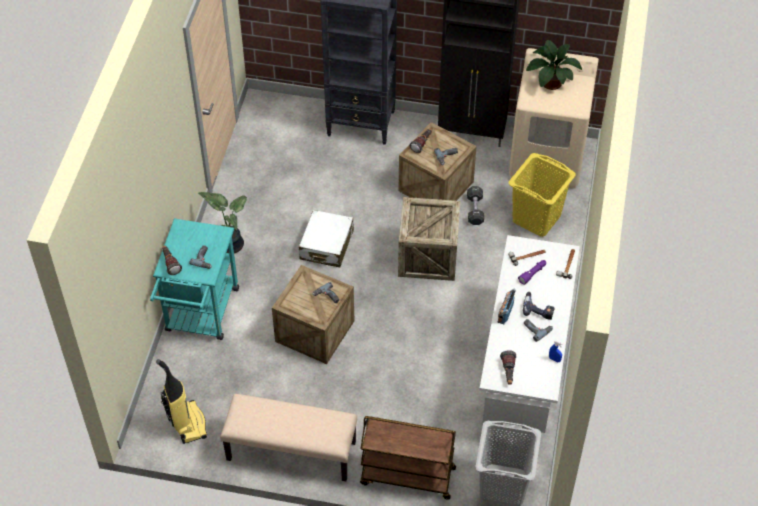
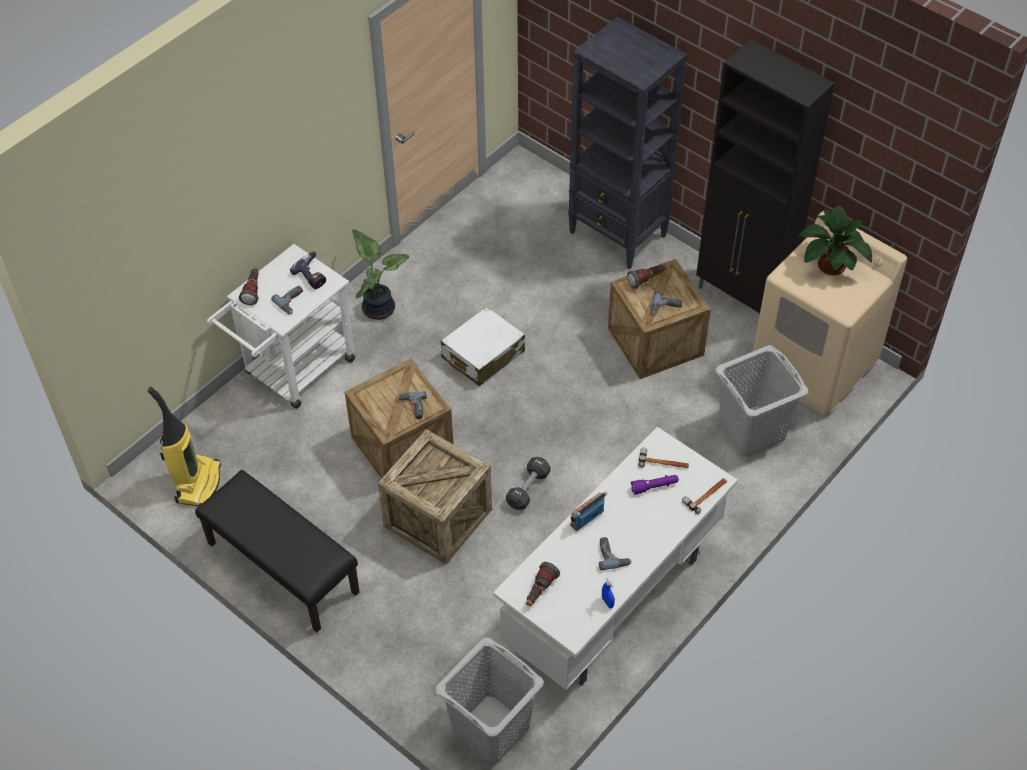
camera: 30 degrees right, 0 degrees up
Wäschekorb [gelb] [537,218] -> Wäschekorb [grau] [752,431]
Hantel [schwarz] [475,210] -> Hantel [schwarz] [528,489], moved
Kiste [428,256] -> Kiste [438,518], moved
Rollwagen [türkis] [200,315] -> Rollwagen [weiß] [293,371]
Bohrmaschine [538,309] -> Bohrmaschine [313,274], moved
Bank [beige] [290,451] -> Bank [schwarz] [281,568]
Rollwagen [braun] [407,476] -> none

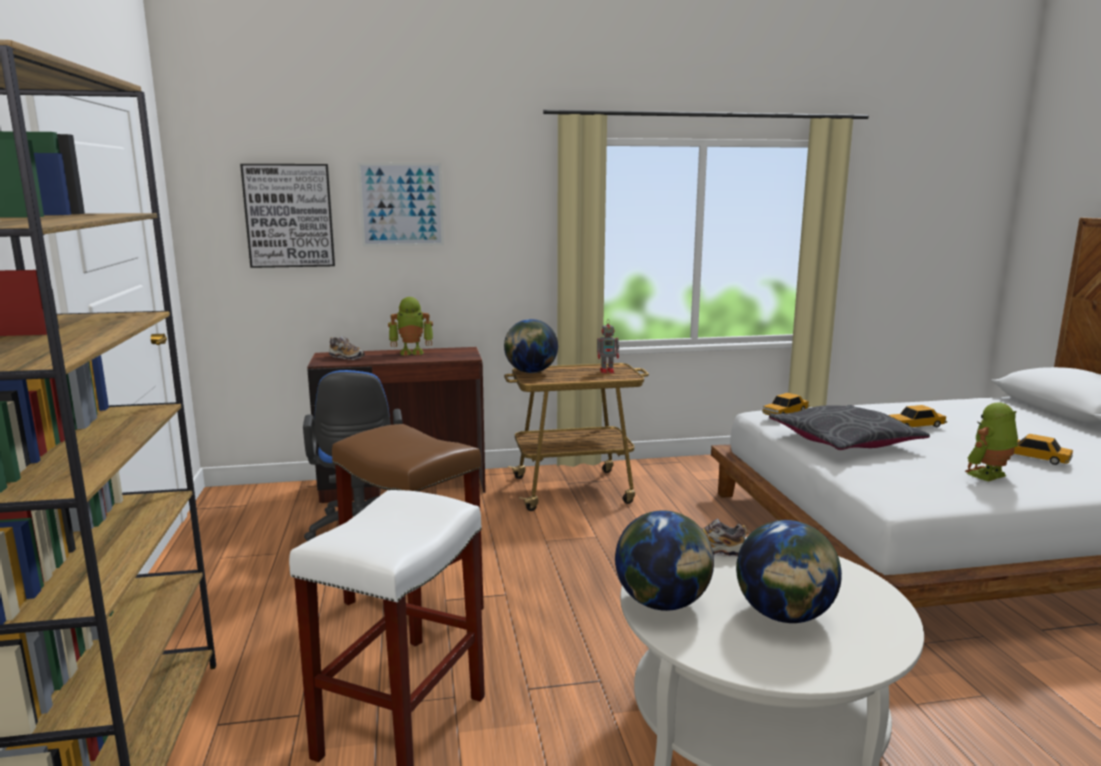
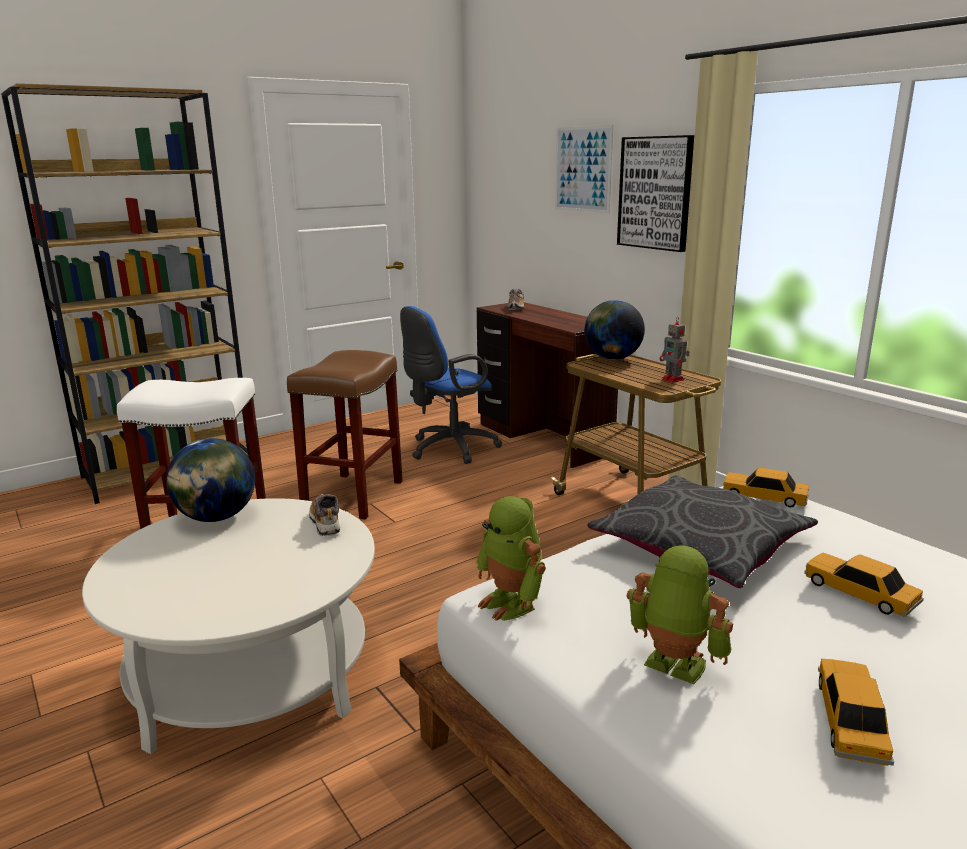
camera: 65 degrees right, 5 degrees up
Bild [289,216] -> Bild [655,193], moved
Spielzeugroboter [412,352] -> Spielzeugroboter [511,603], moved
Globus [784,615] -> none

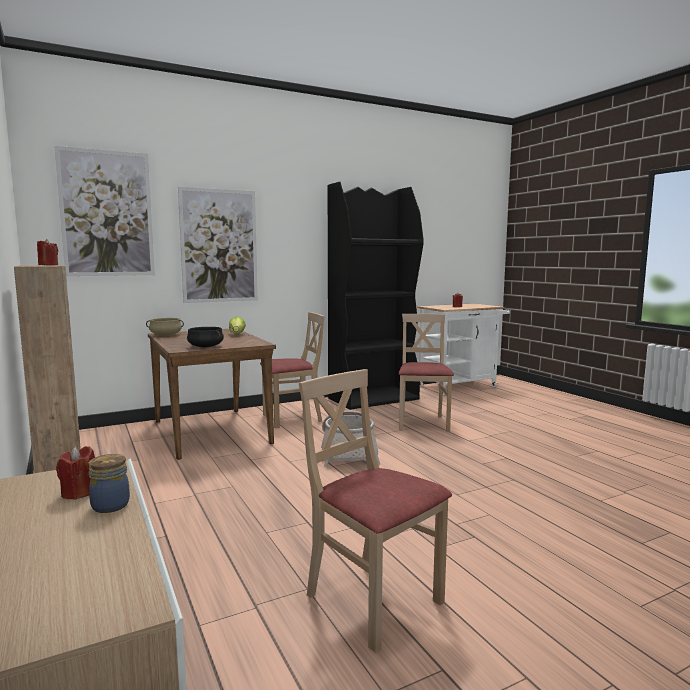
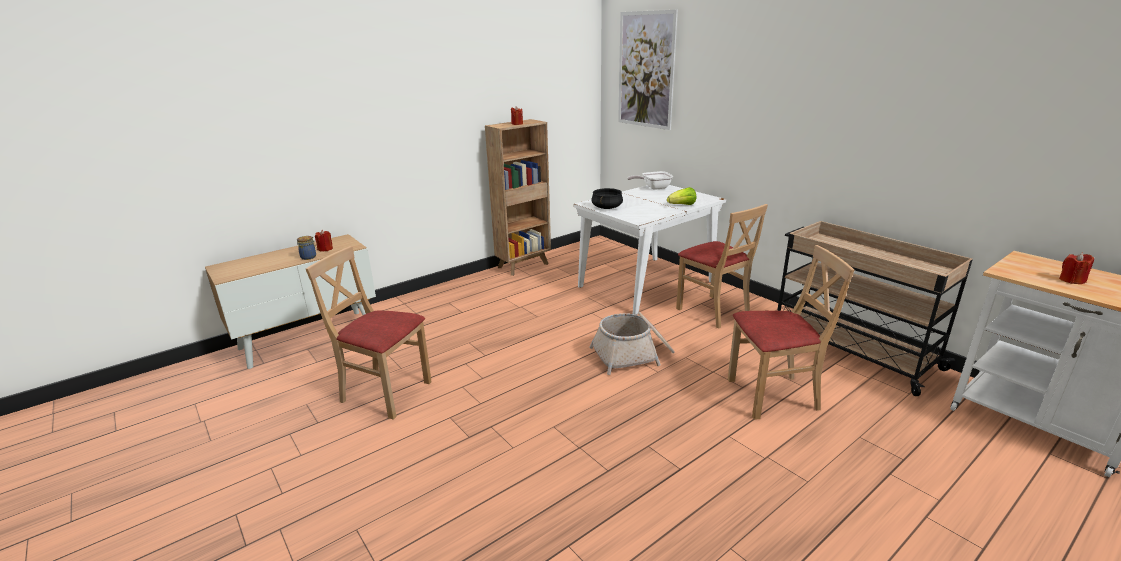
camera: 80 degrees right, 15 degrees up
Bücherregal [schwarz] [374,398] -> Rollwagen [beige] [849,349]
Bild [219,246] -> none
Kochtopf [beige] [165,335] -> Pfanne [653,188]
Esstisch [braun] [210,431] -> Esstisch [weiß] [646,283]
Stuhl [beige] [373,600] -> Stuhl [beige] [385,393], 105 degrees counterclockwise

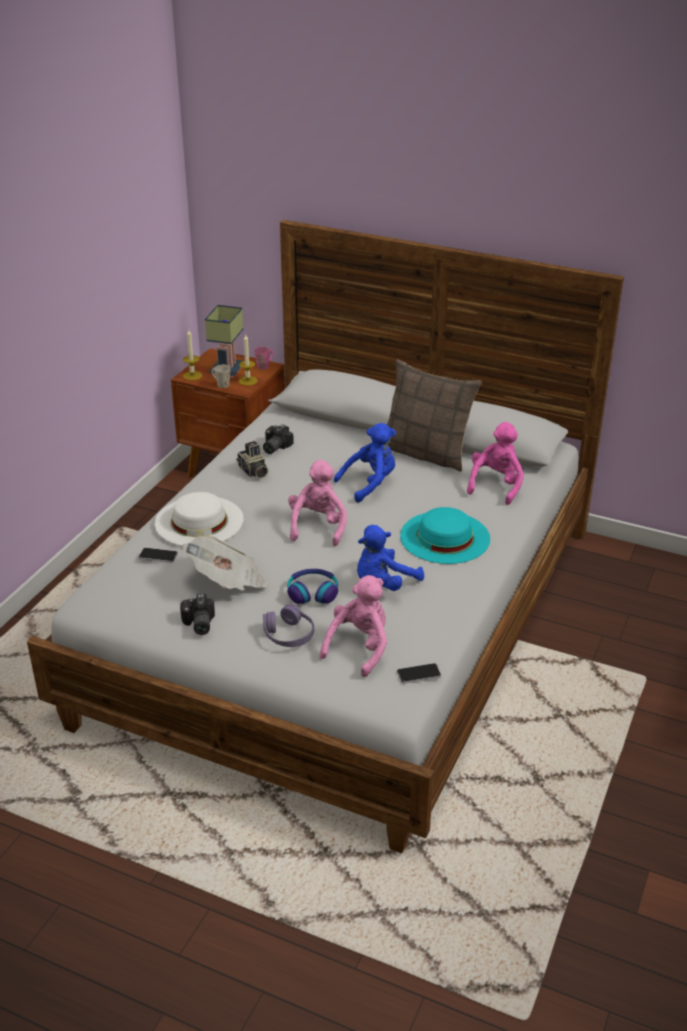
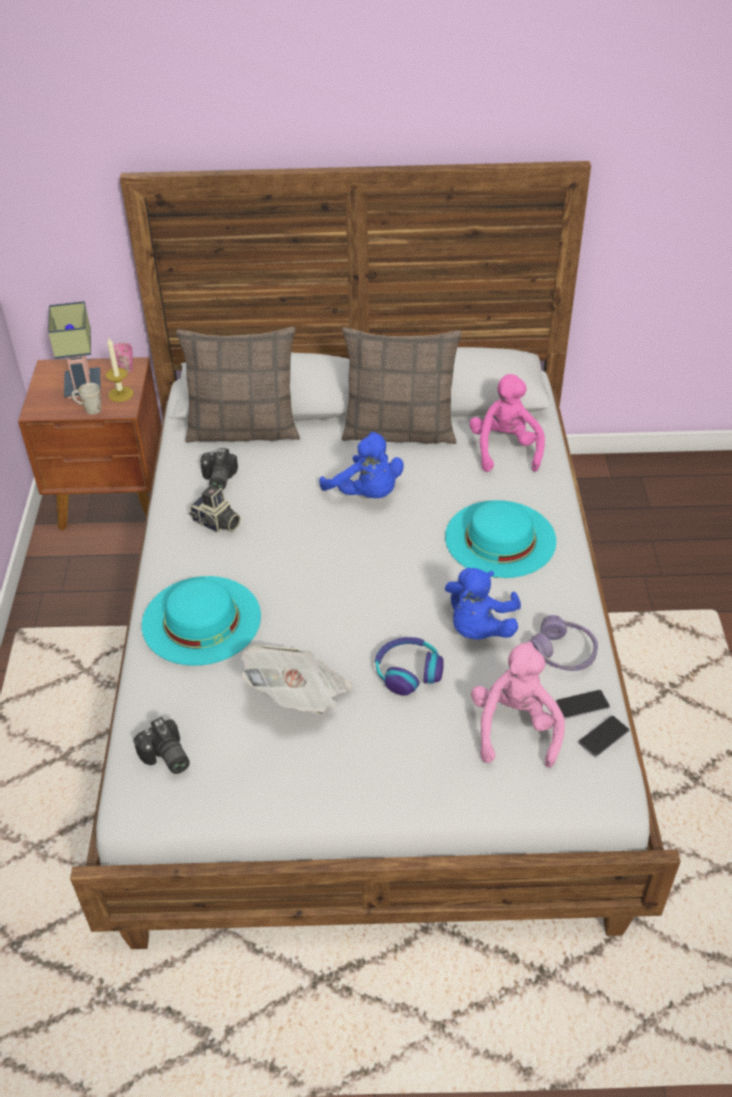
camera: 25 degrees left, 10 degrees up
Kerze [192,375] -> none
Plüschtier [blau] [370,484] -> Plüschtier [blau] [366,494], 105 degrees clockwise
Plüschtier [rosa] [318,526] -> none
Hut [weiß] [199,521] -> Hut [türkis] [201,620]
Handy [158,556] -> Handy [582,705], moved
Kamera [198,624] -> Kamera [165,758], moved
Kopfhörer [lila] [289,635] -> Kopfhörer [lila] [563,653], moved
none -> Kissen [244,429]

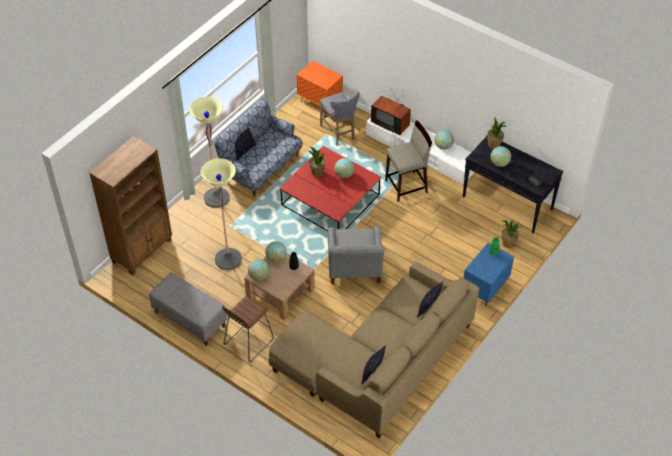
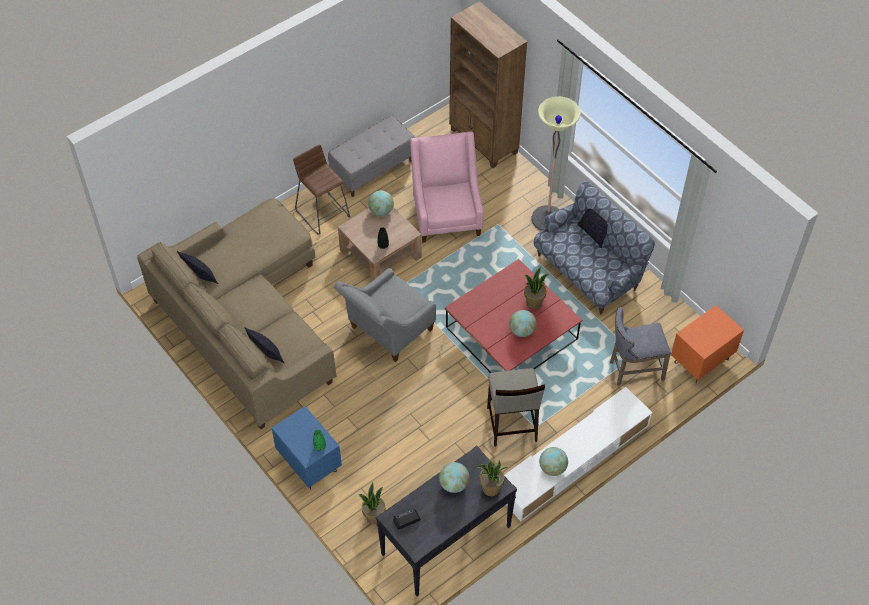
camera: 105 degrees right, 5 degrees up
Fernseher [391,123] -> none
Stehlampe [228,259] -> Sessel [rosa] [446,214]
Sessel [grau] [354,271] -> Sessel [grau] [387,332], 60 degrees counterclockwise
Globus [276,258] -> none

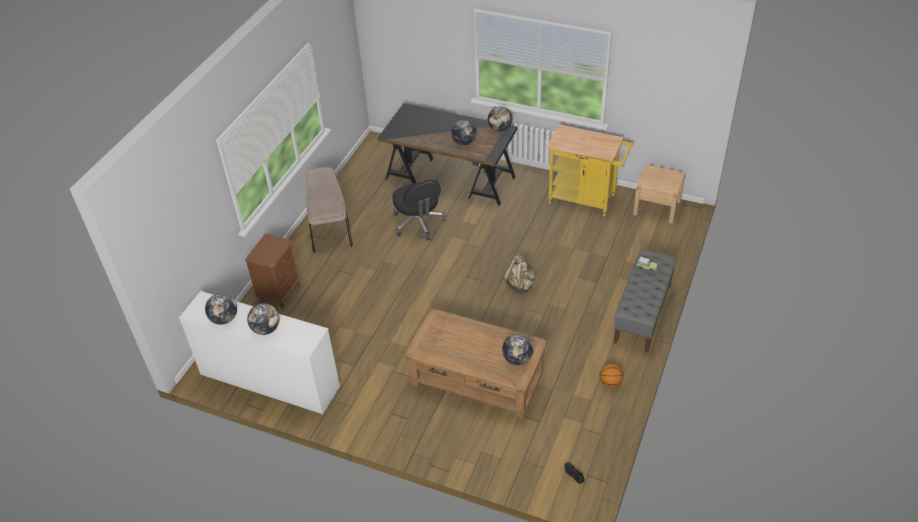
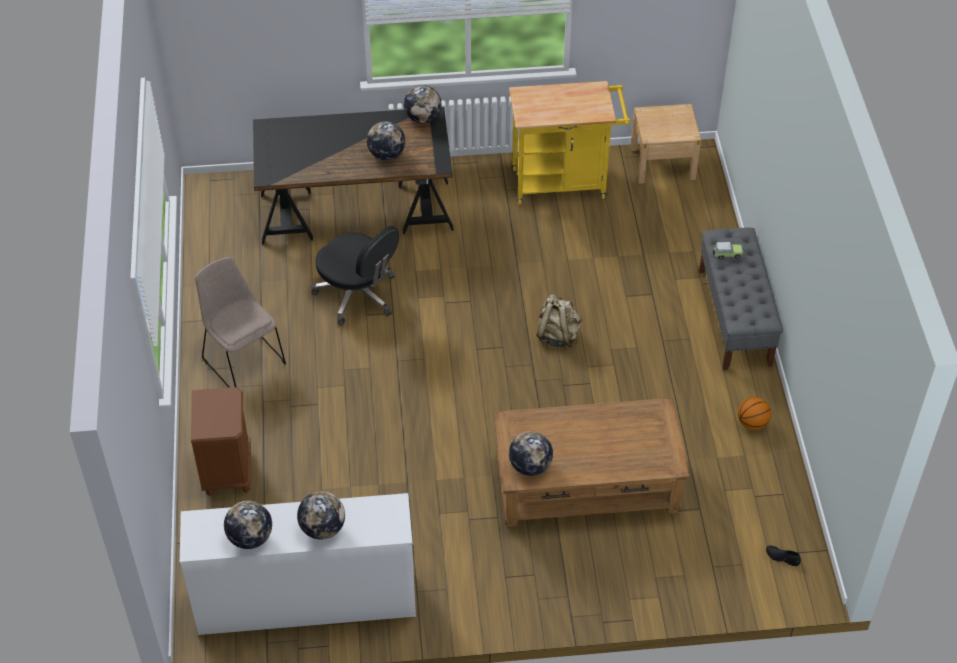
camera: 30 degrees left, 5 degrees up
Globus [517,359] -> Globus [530,466], moved

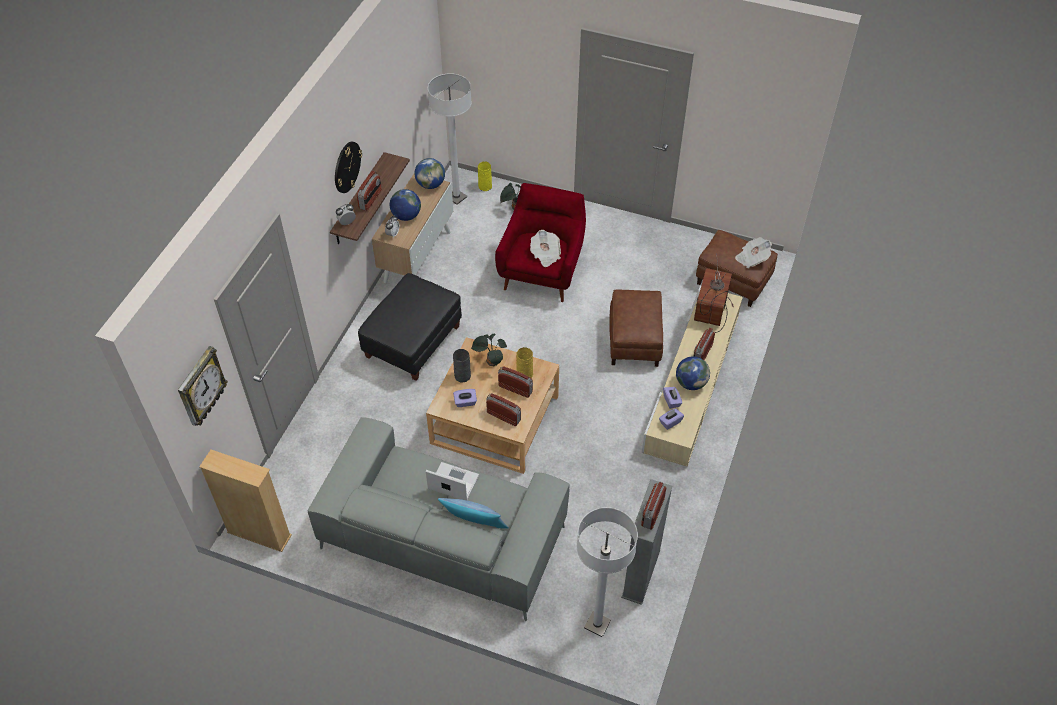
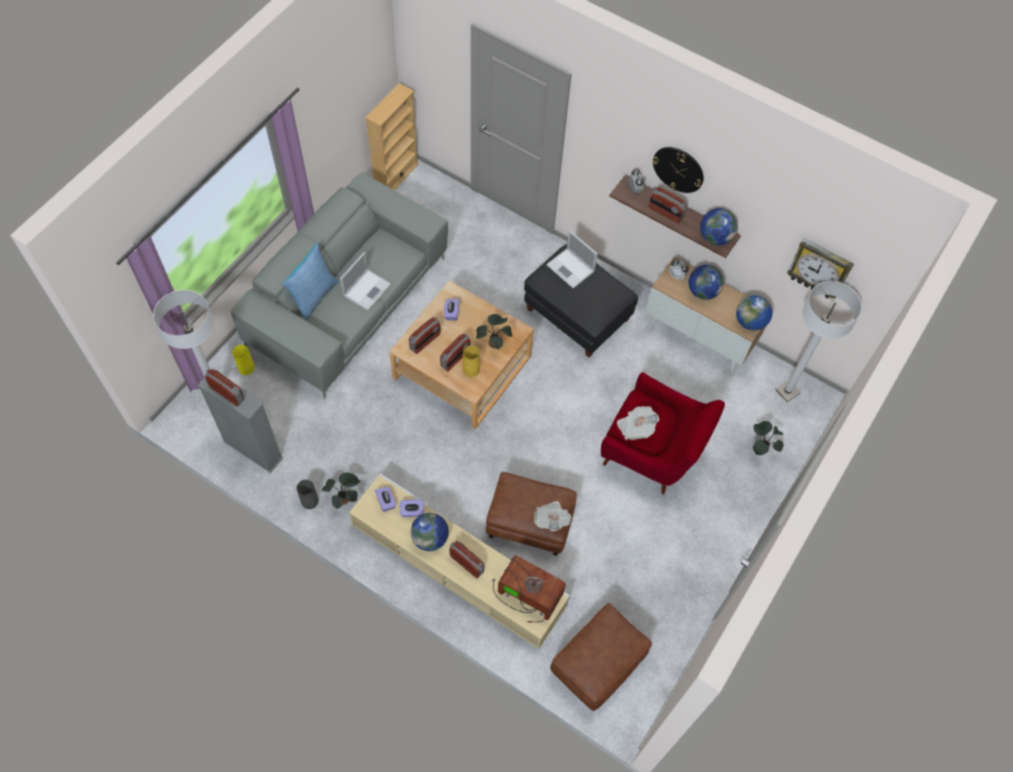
camera: 100 degrees right, 10 degrees up
Vase [gelb] [485,186] -> Vase [gelb] [246,368], moved
Zeitung [752,258] -> Zeitung [551,519], moved
Wanduhr [201,387] -> Wanduhr [819,268], moved
Vase [grau] [462,376] -> Vase [grau] [310,500], moved
none -> Globus [715,237]
none -> Laptop [571,268]
none -> Topfpflanze [345,499]

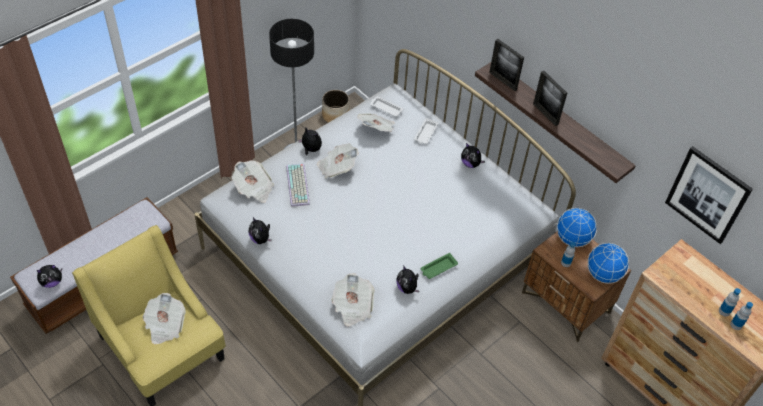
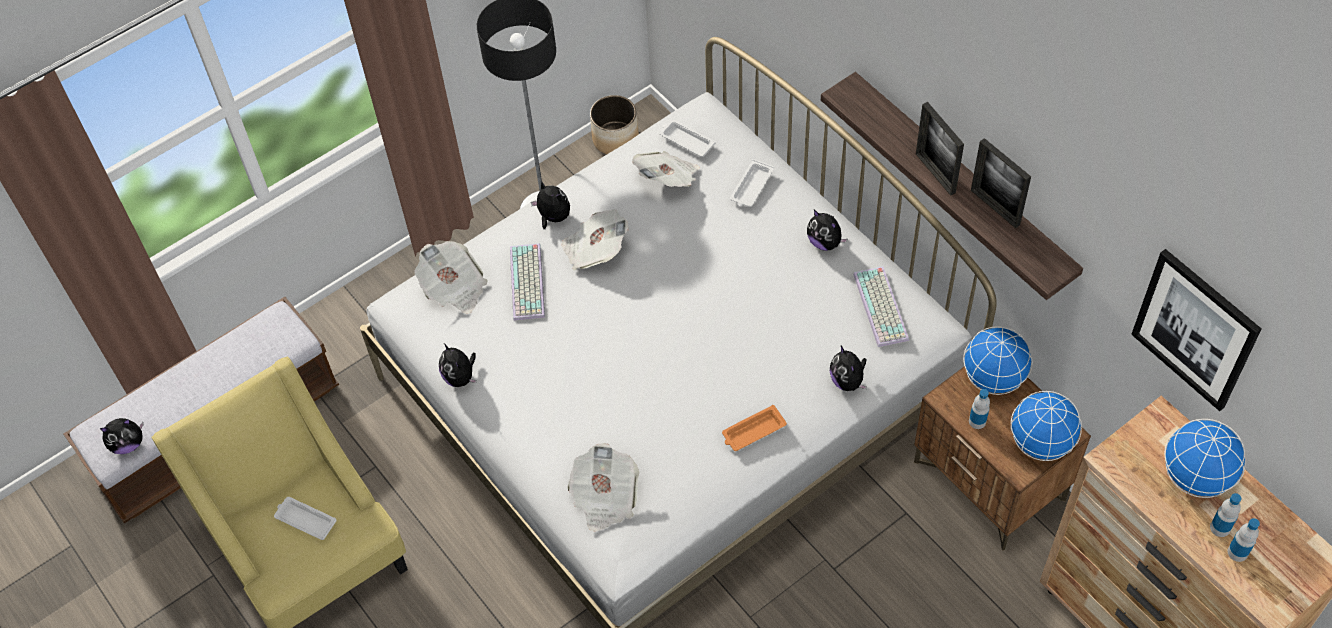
camera: 10 degrees right, 5 degrees up
Bilderrahmen [503,81] -> Bilderrahmen [995,207], moved
Tablett [grün] [438,268] -> Tablett [orange] [753,431]
Plüschtier [407,288] -> Plüschtier [848,381], moved
Zeitung [165,325] -> Tablett [weiß] [305,520]
none -> Tastatur [882,307]
none -> Globus [1196,476]

